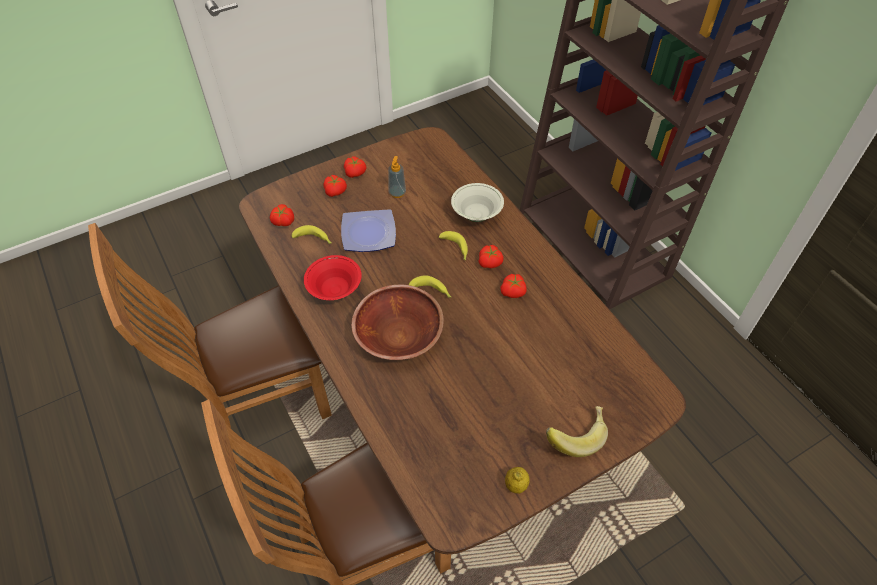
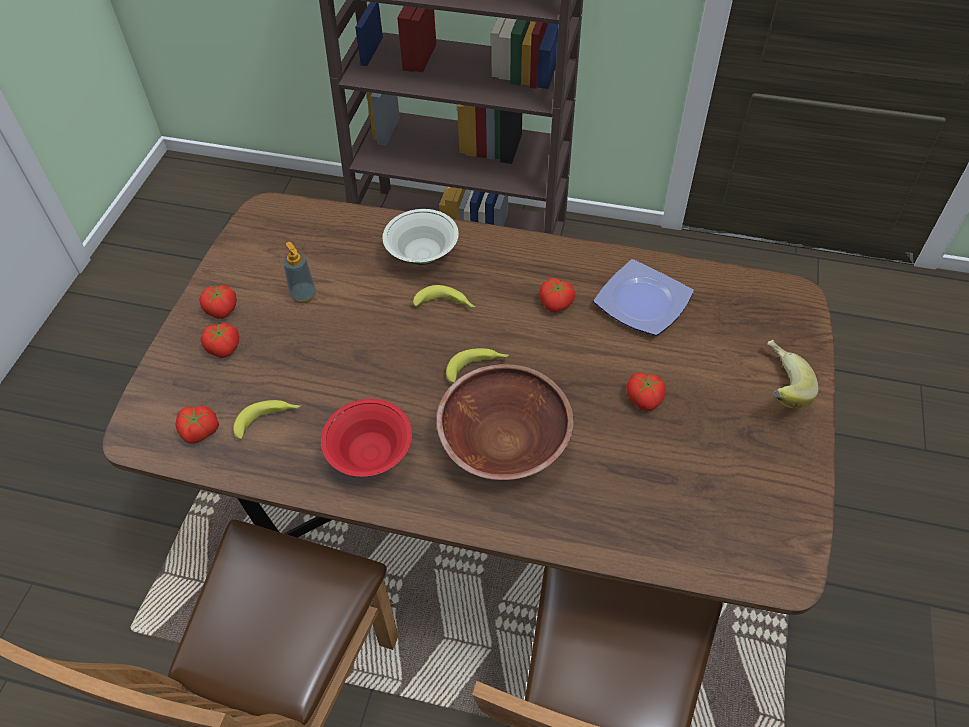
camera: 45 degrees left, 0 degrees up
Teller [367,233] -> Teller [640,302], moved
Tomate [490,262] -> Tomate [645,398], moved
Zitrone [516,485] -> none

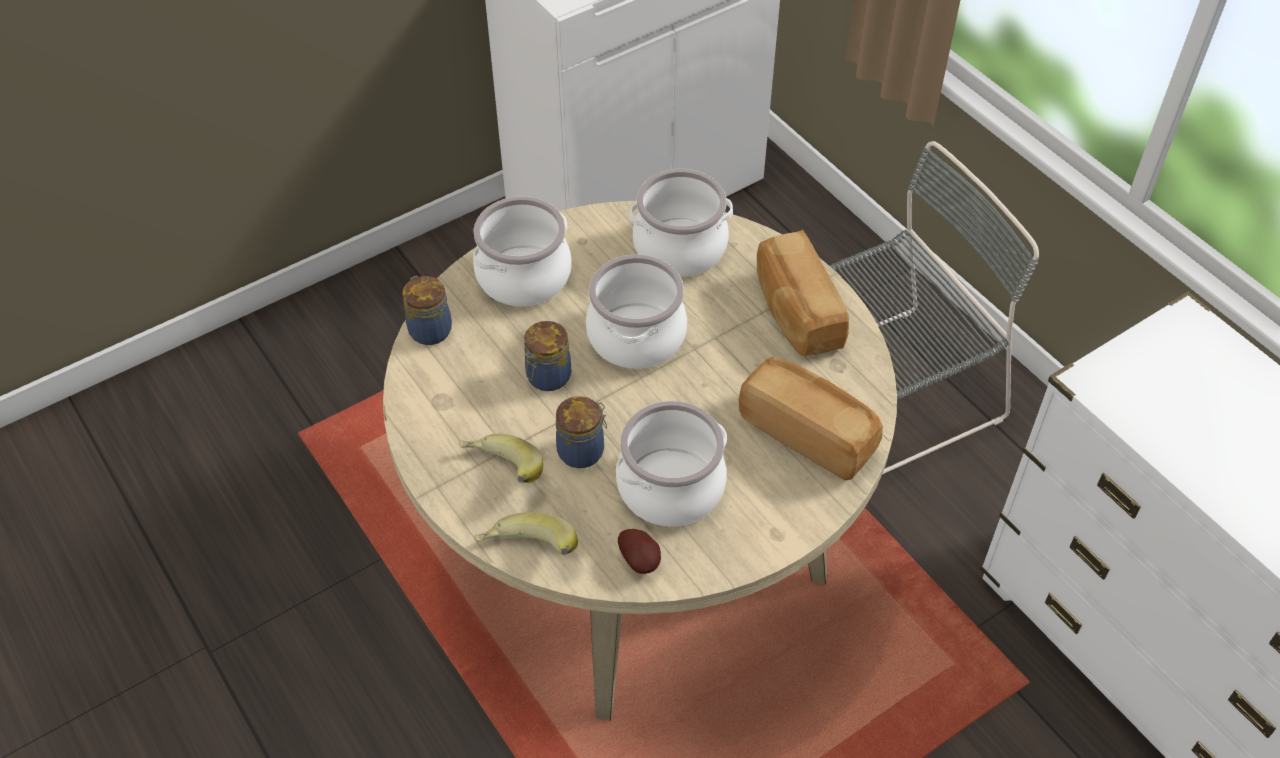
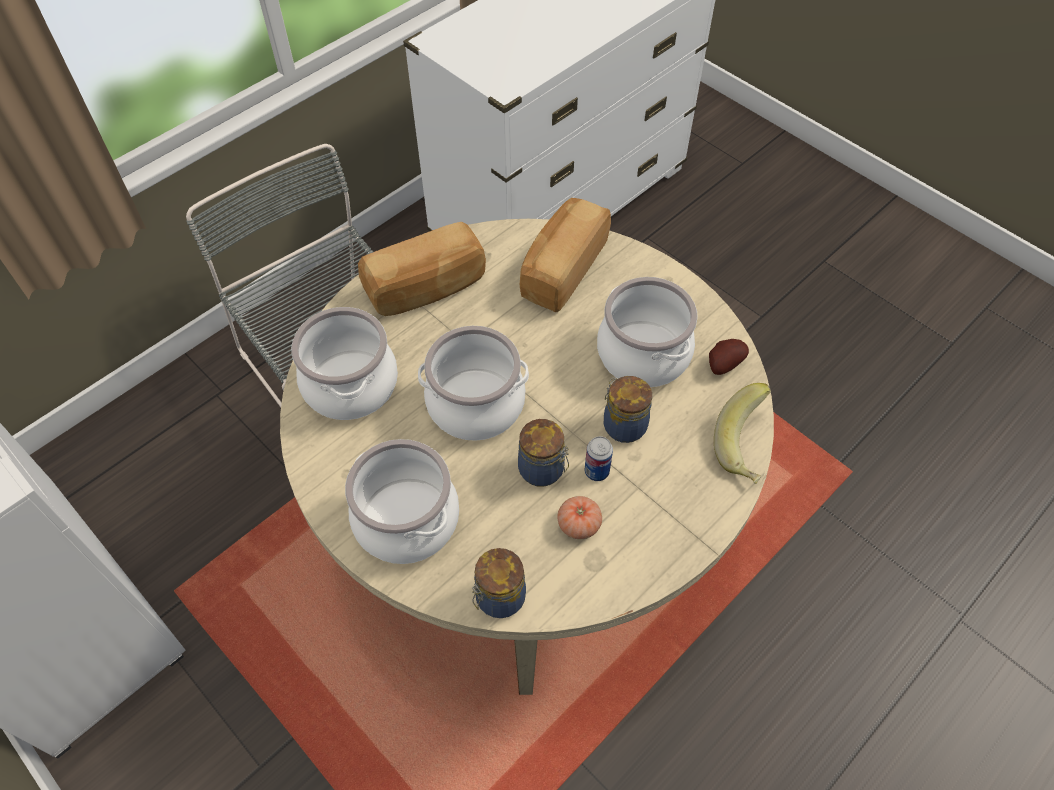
camera: 100 degrees left, 5 degrees up
Banane [501,474] -> none
none -> Dose [596,471]
none -> Tomate [579,524]

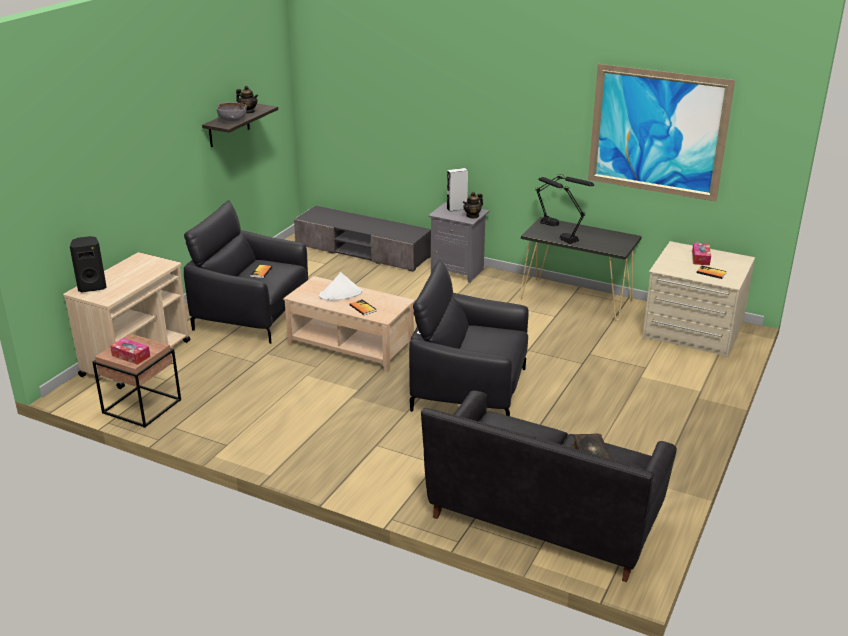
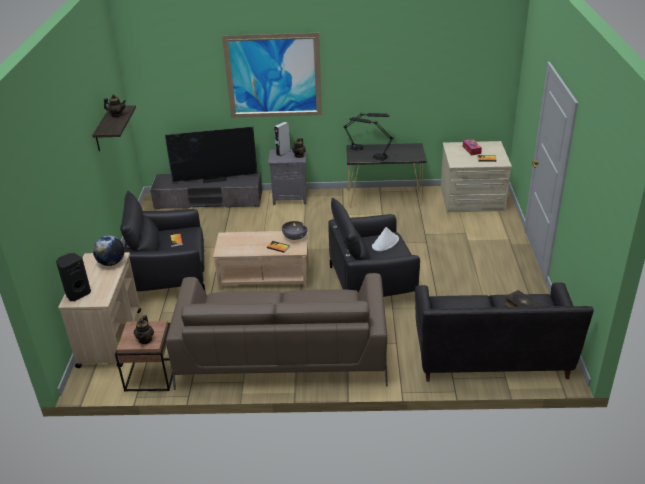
camera: 25 degrees left, 5 degrees up
Bild [657,132] -> Bild [273,76], moved
Schüssel [grau] [232,120] -> Schüssel [grau] [294,237], moved
Hut [weiß] [341,294] -> Hut [weiß] [385,243], moved
Taschentuchbox [131,356] -> Teekanne [145,339]
none -> Fernseher [215,178]
none -> Globus [111,263]
none -> Sofa [braun] [282,354]

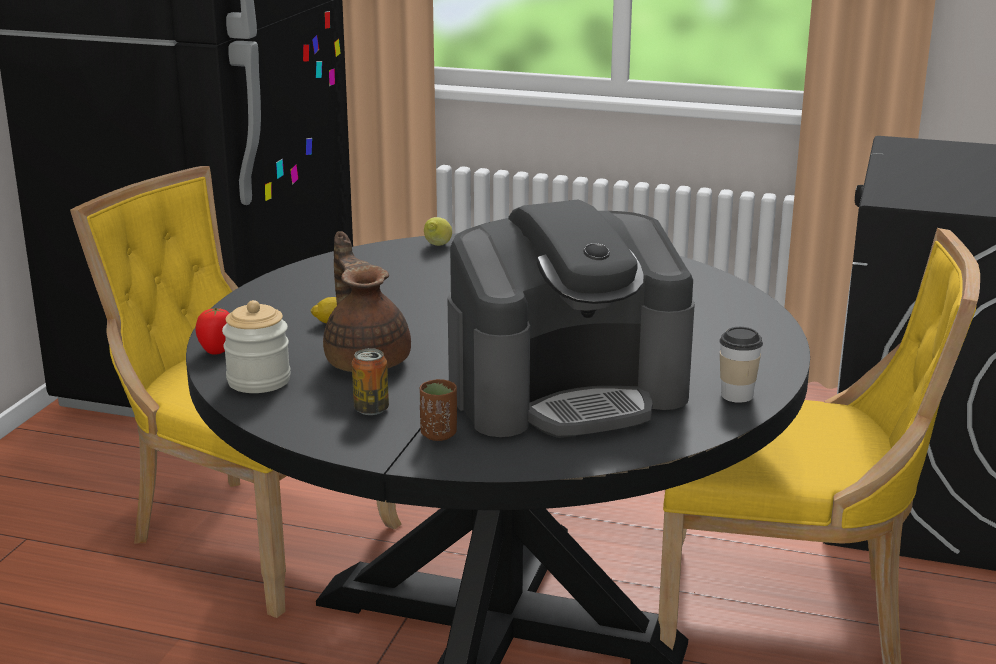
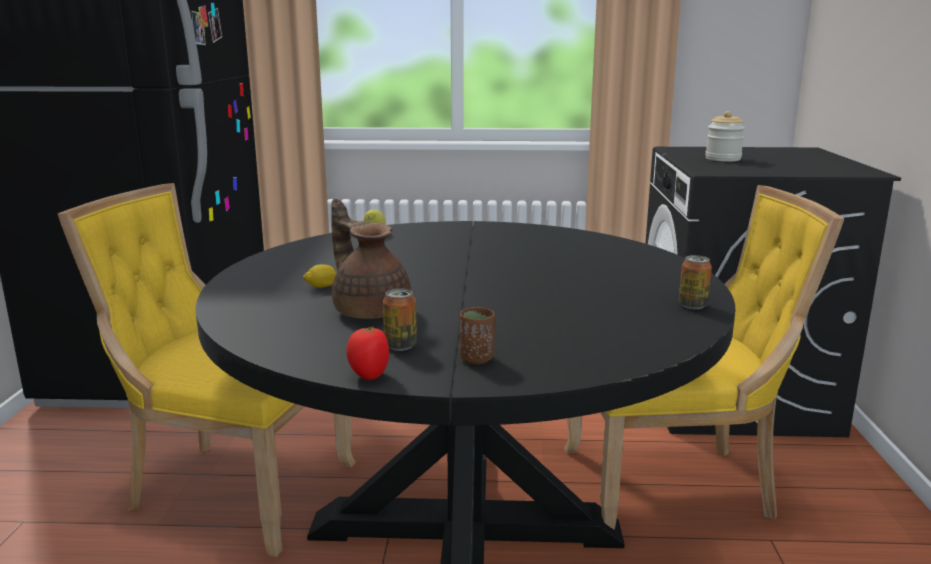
camera: 15 degrees left, 5 degrees down
Kaffeemaschine [567,392] -> none
Vorratsglas [259,381] -> Vorratsglas [723,159], moved
Tomate [217,351] -> Tomate [368,376], moved
Tasse [737,395] -> Dose [692,305]

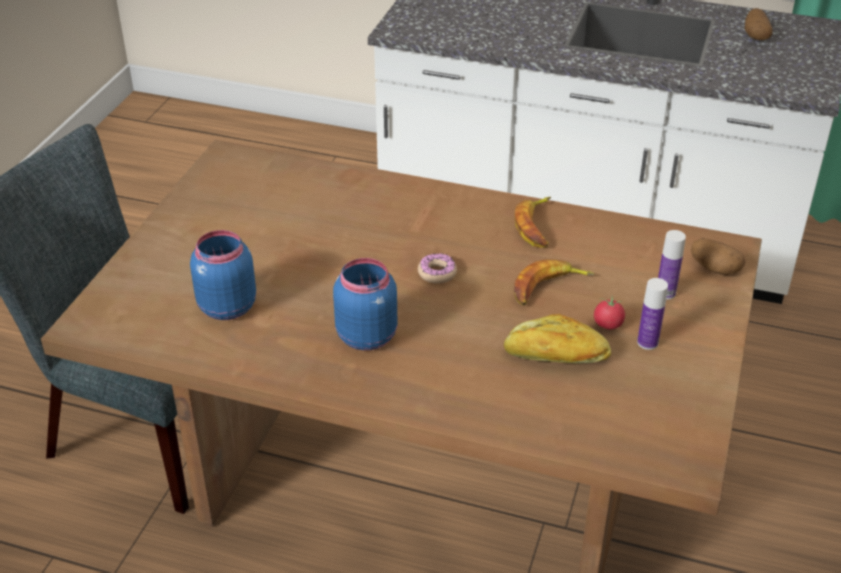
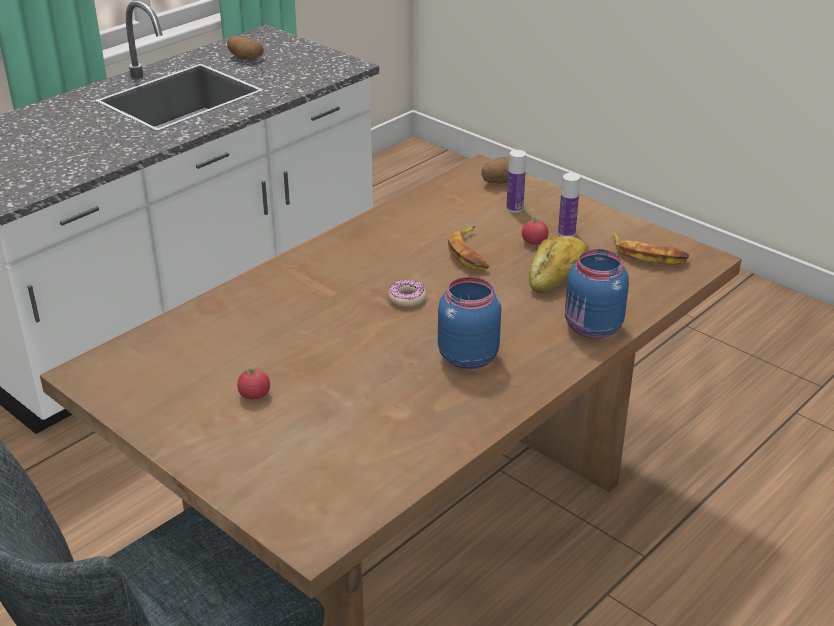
camera: 65 degrees left, 5 degrees down
Banane [536,227] -> Banane [648,255], moved
Vorratsglas [blau] [225,307] -> Vorratsglas [blau] [592,328], moved
none -> Tomate [254,395]

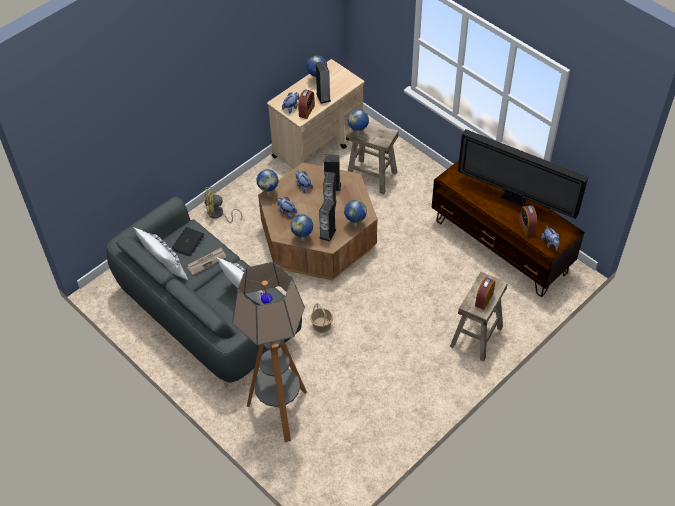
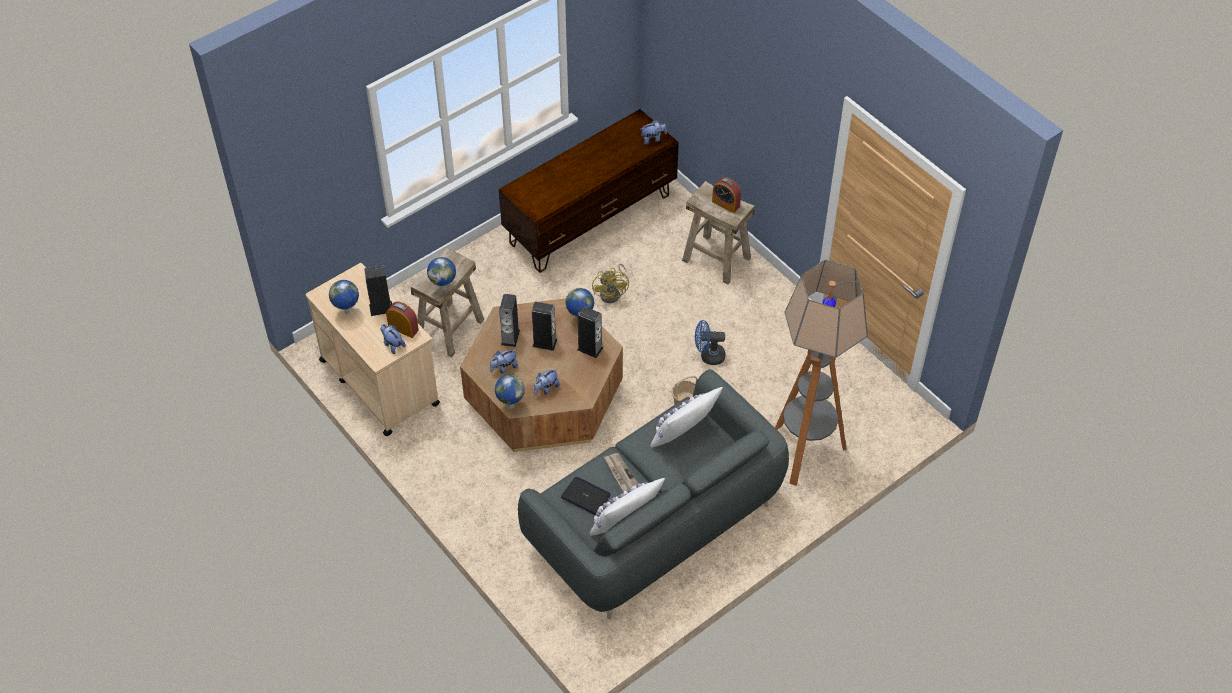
camera: 85 degrees left, 0 degrees up
Fernseher [515,200] -> none
Ventilator [gelb] [218,214] -> Ventilator [gelb] [613,293], moved
Wecker [526,226] -> none
Globus [303,239] -> none
none -> Ventilator [blau] [708,356]

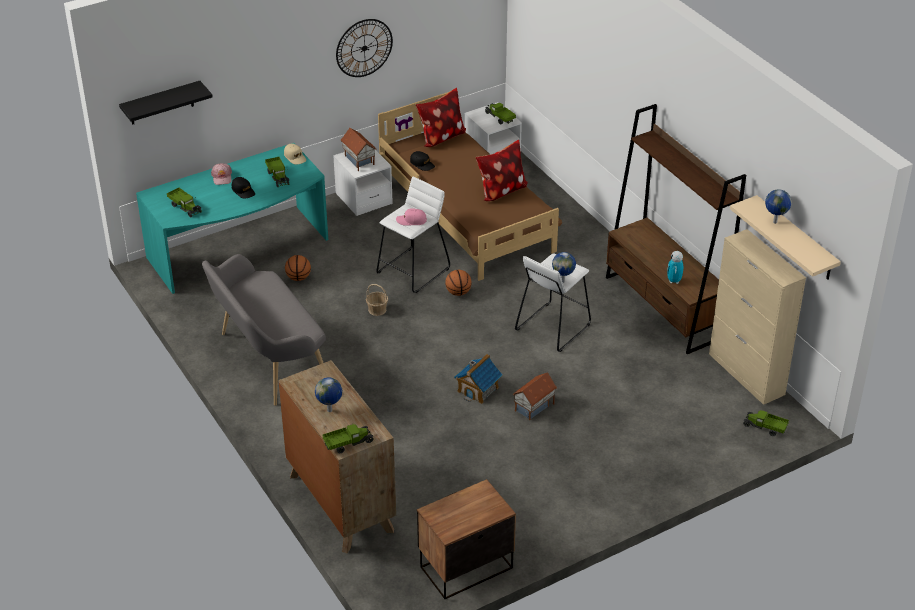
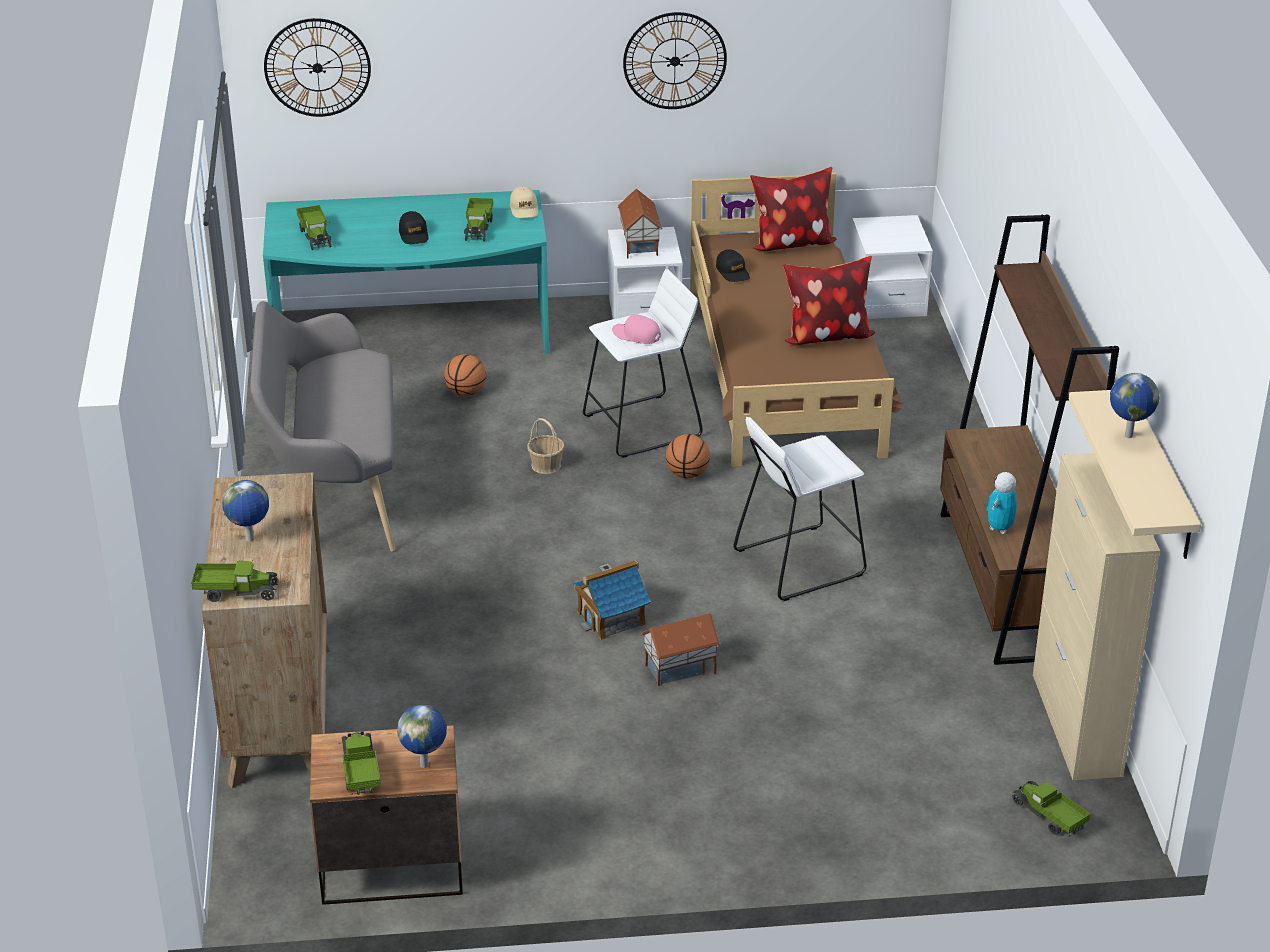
camera: 25 degrees right, 5 degrees down
Wandregal [schwarz] [161,103] -> Wanduhr [317,67]
Spielzeuglaster [499,118] -> Spielzeuglaster [360,773], moved
Kappe [rosa] [222,177] -> none
Globus [563,281] -> Globus [425,765], moved

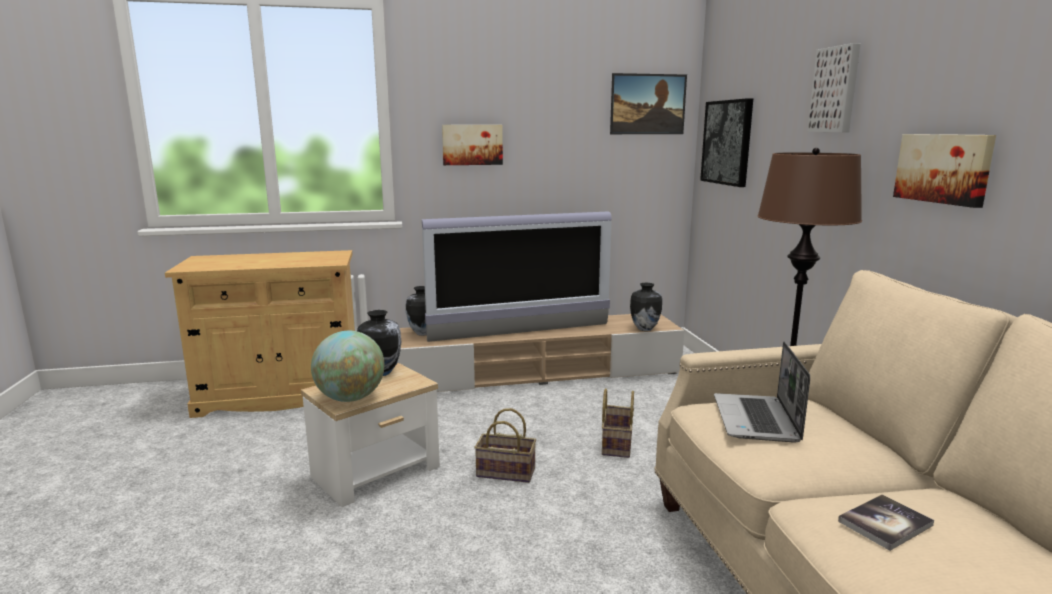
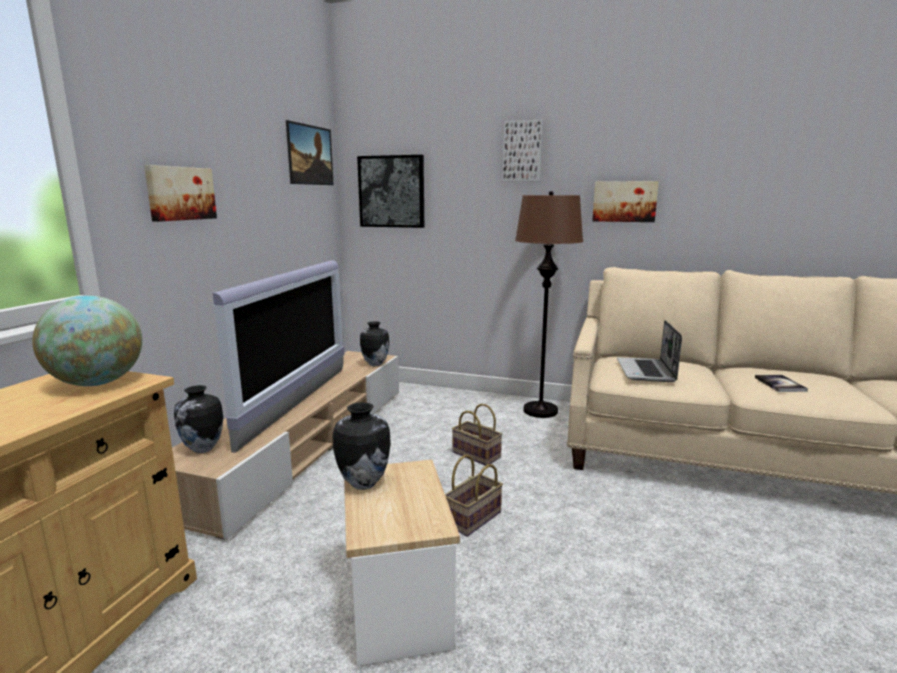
camera: 60 degrees left, 0 degrees up
Globus [350,398] -> Globus [97,383], moved
Laptop [757,420] -> Laptop [646,371], 60 degrees clockwise

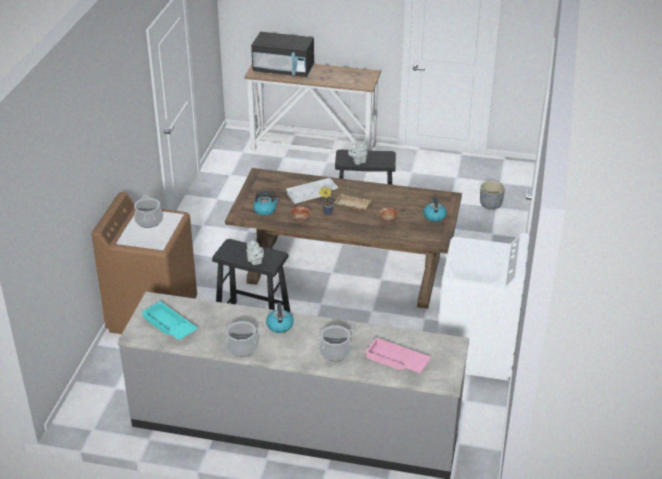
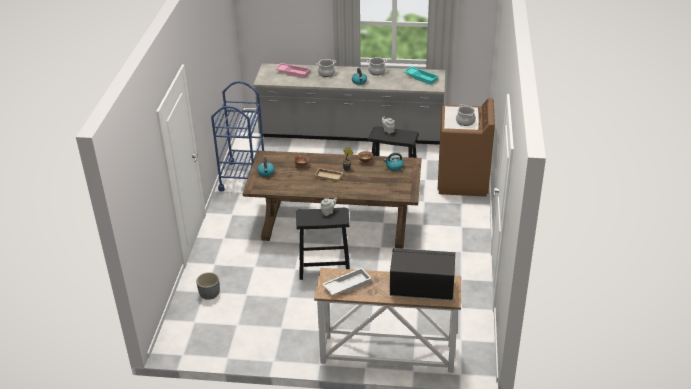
camera: 175 degrees right, 0 degrees up
Tablett [weiß] [311,194] -> Tablett [weiß] [347,285], moved
Waschmaschine [weiß] [476,351] -> Rollwagen [blau] [243,177]

